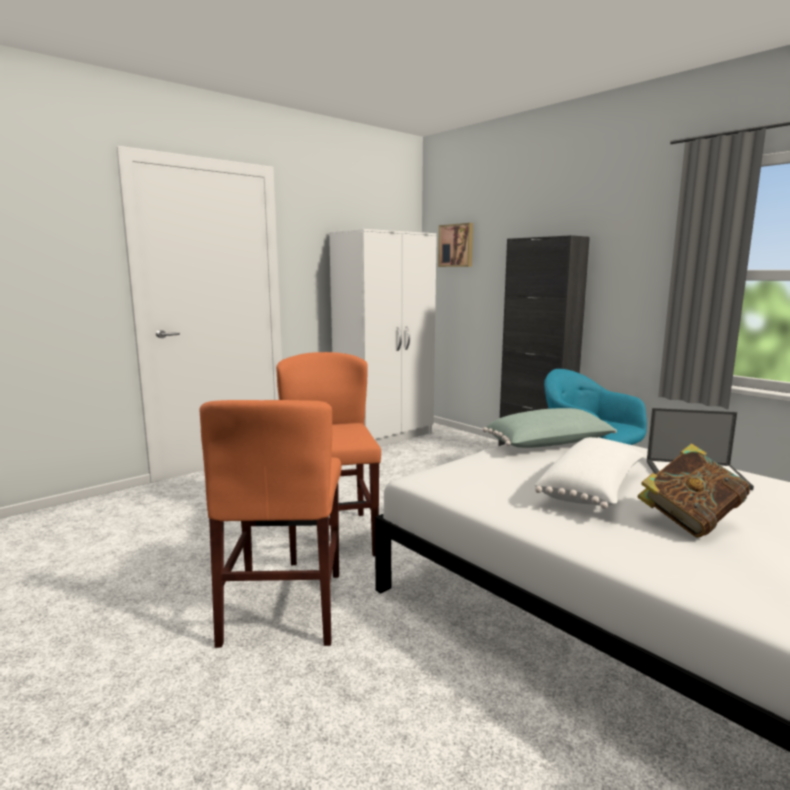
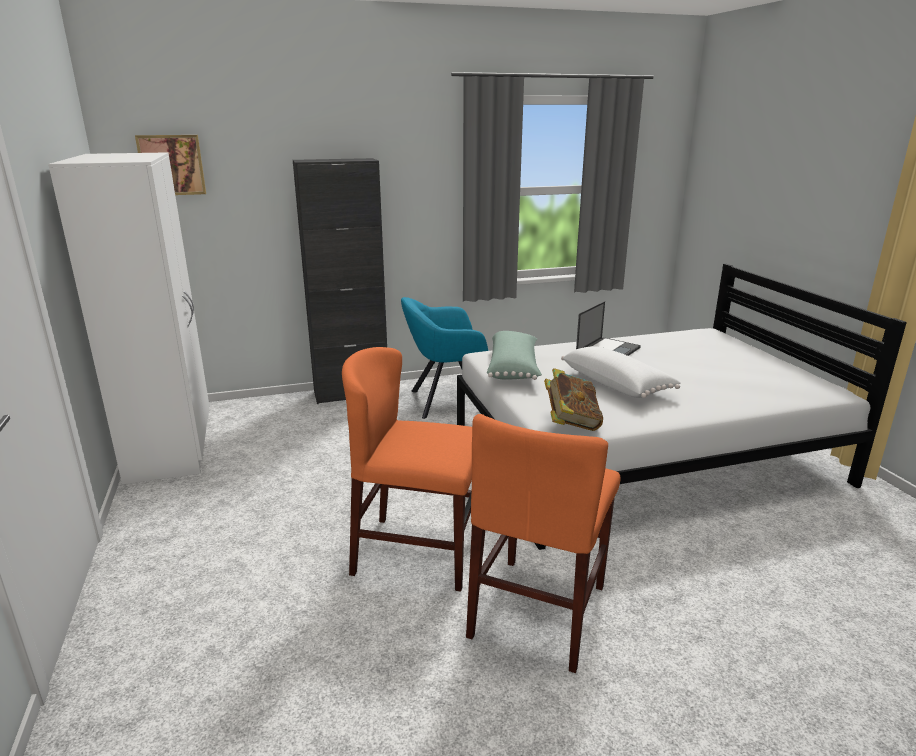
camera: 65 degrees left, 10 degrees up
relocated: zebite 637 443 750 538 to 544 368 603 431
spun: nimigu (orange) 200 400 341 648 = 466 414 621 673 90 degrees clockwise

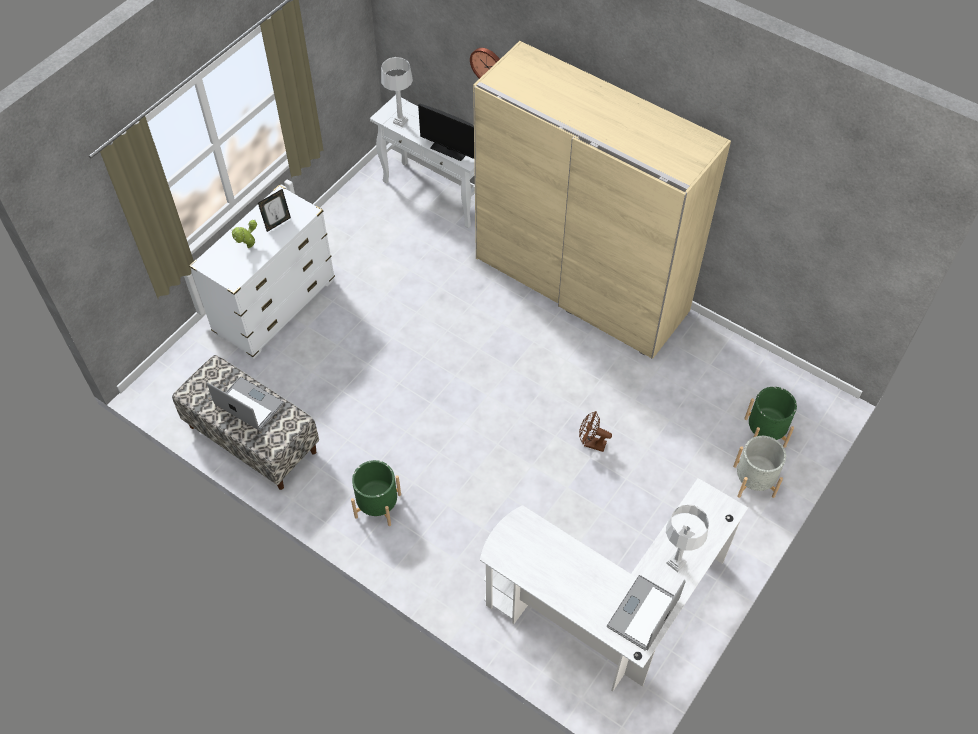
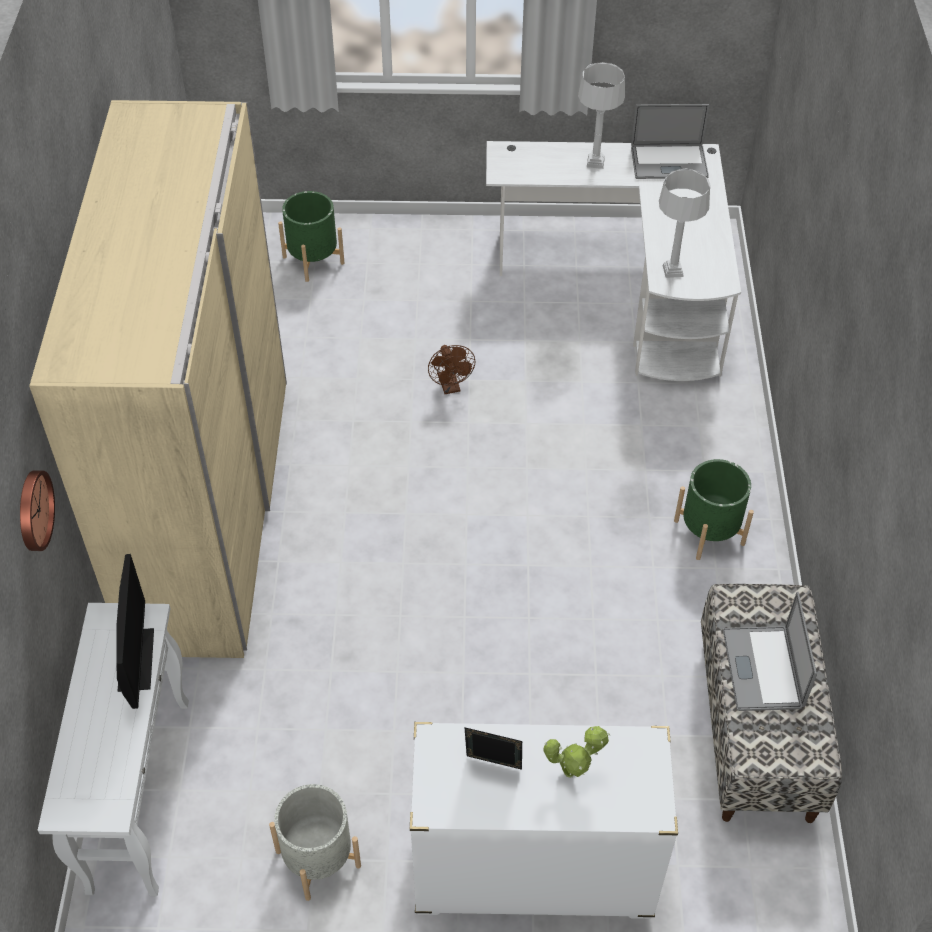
camera: 125 degrees left, 5 degrees down
relocated: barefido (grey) 381 57 413 127 to 659 169 710 278; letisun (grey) 733 436 786 498 to 269 784 361 901

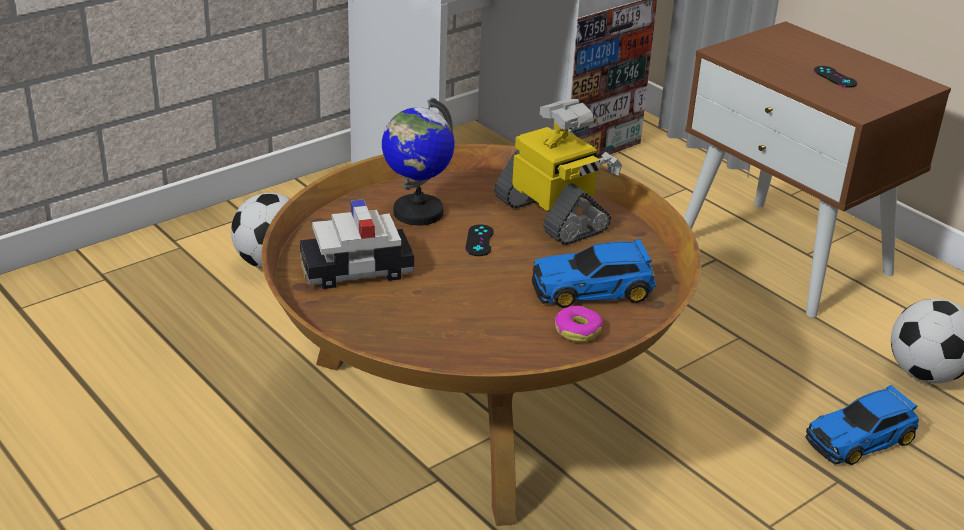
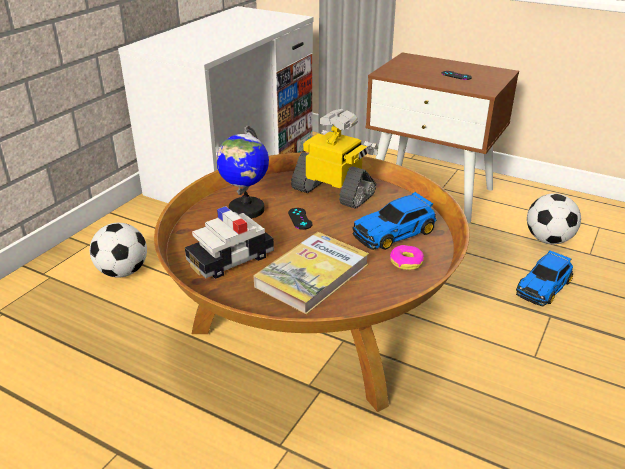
camera: 20 degrees left, 0 degrees up
appeared: zebite 254 232 369 314

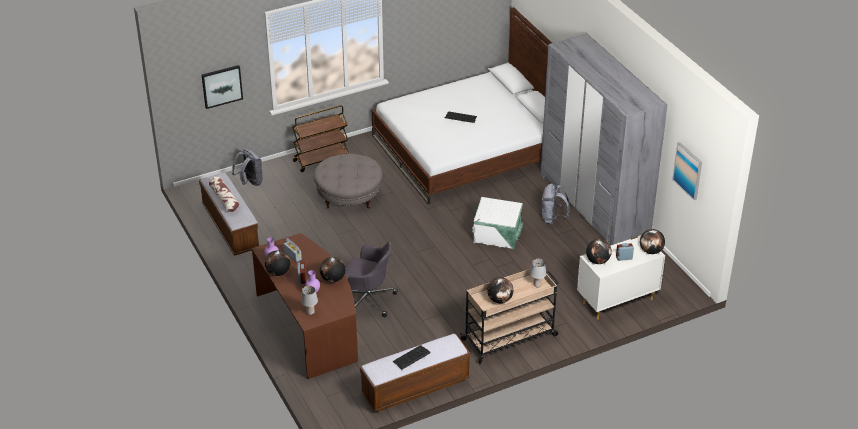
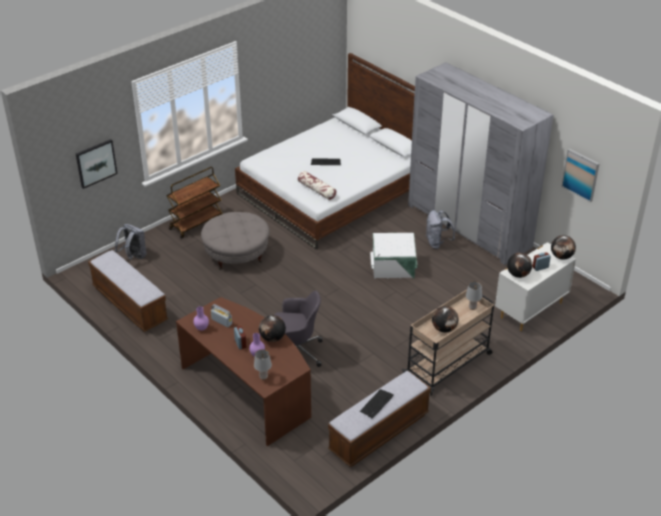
camera: 15 degrees left, 0 degrees up
missing: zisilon 265 250 290 276
relocated: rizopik 209 176 239 212 to 298 171 337 200

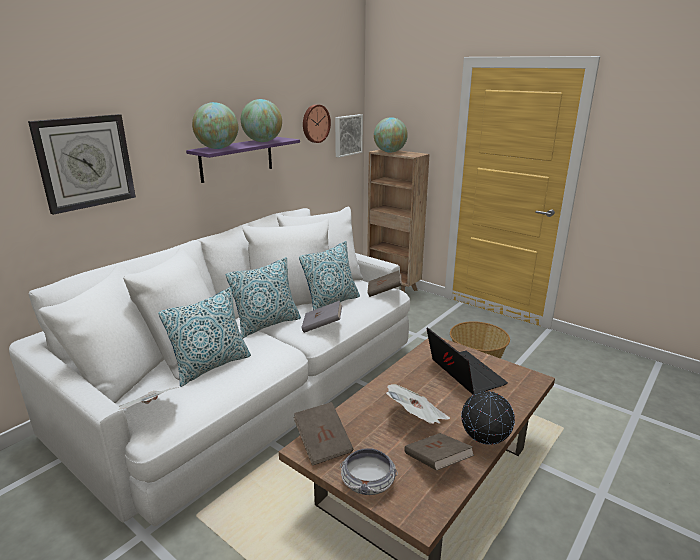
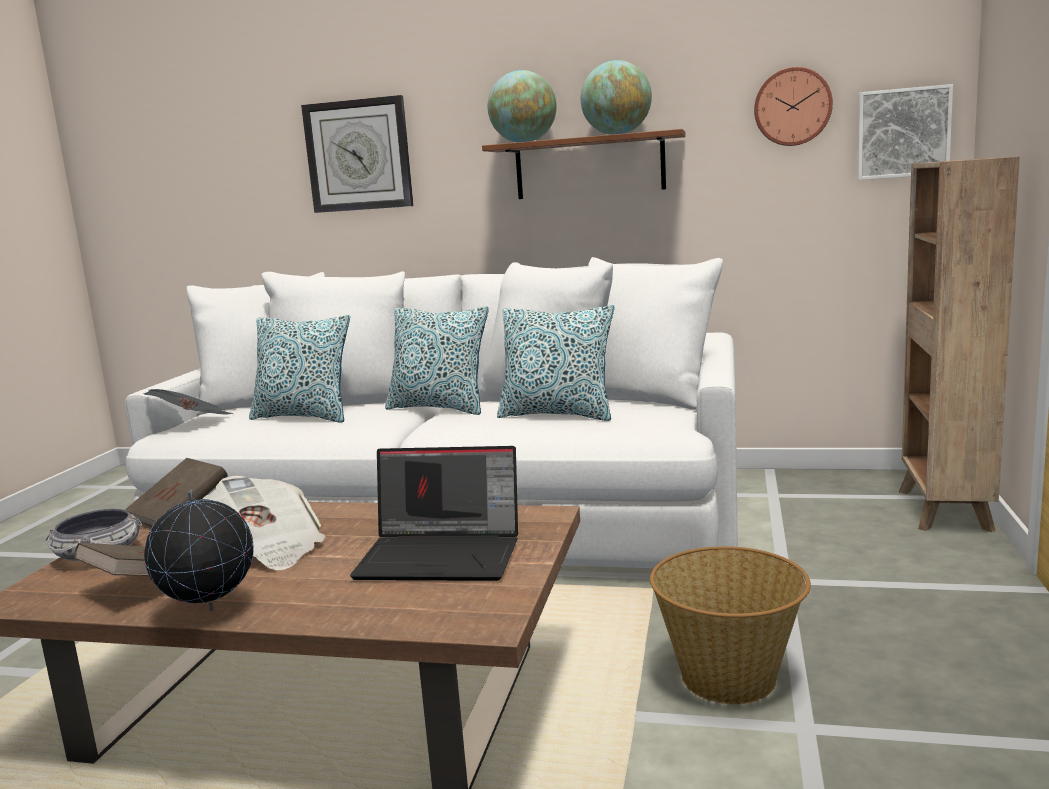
camera: 65 degrees right, 10 degrees down
missing: zisilon 374 117 408 153; zebite (brown) 367 270 402 297; zebite (grey) 301 301 342 333
colour: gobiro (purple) 186 137 300 183 to gobiro (brown) 482 129 685 199
spun: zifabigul 426 327 508 395 = 350 446 518 581 60 degrees clockwise

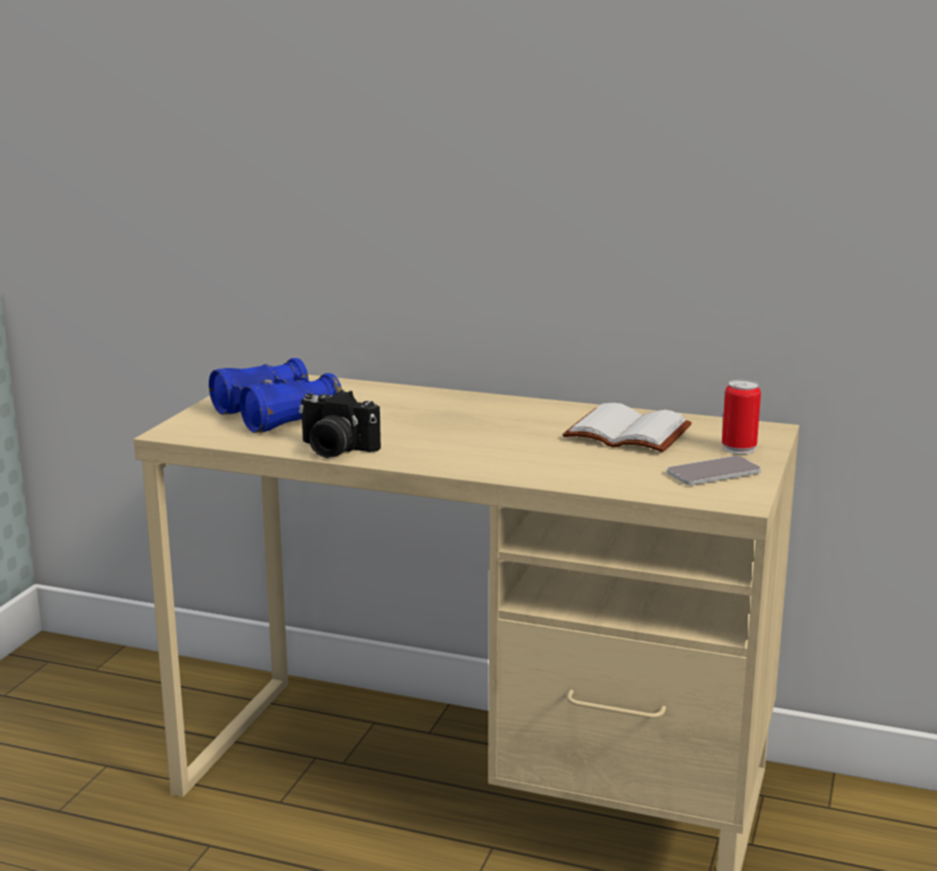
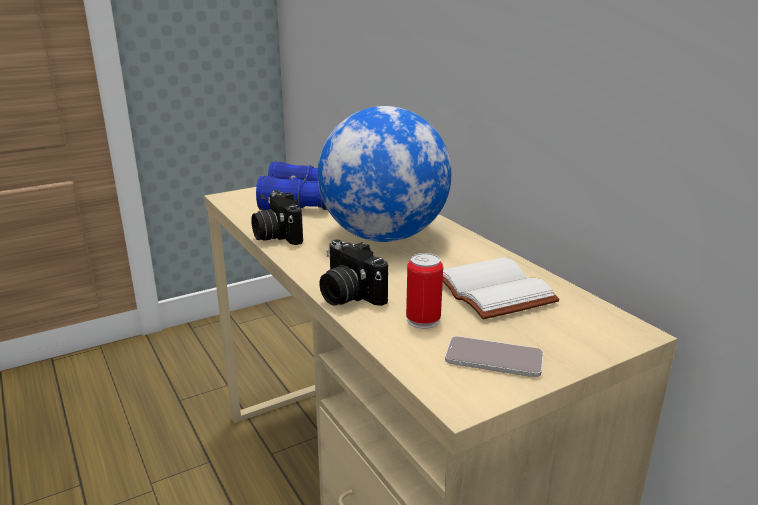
camera: 40 degrees right, 5 degrees up
appeared: zisilon 317 106 452 242; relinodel 319 239 388 306
relocated: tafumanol 722 380 761 454 to 406 253 443 329

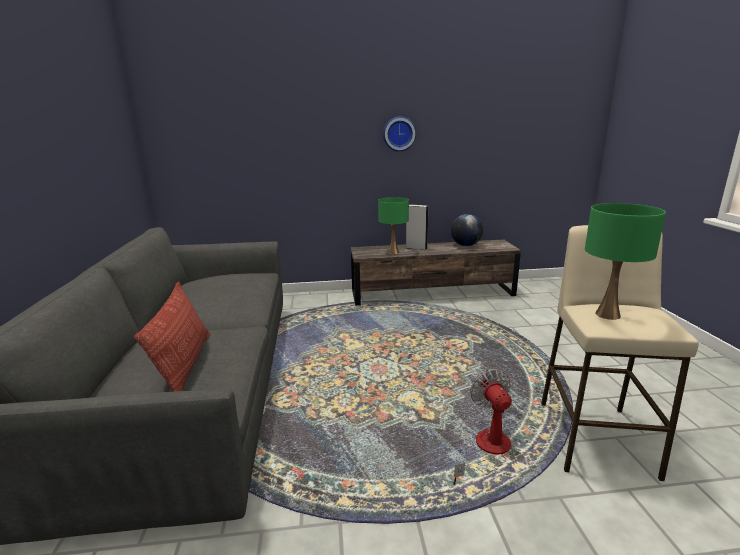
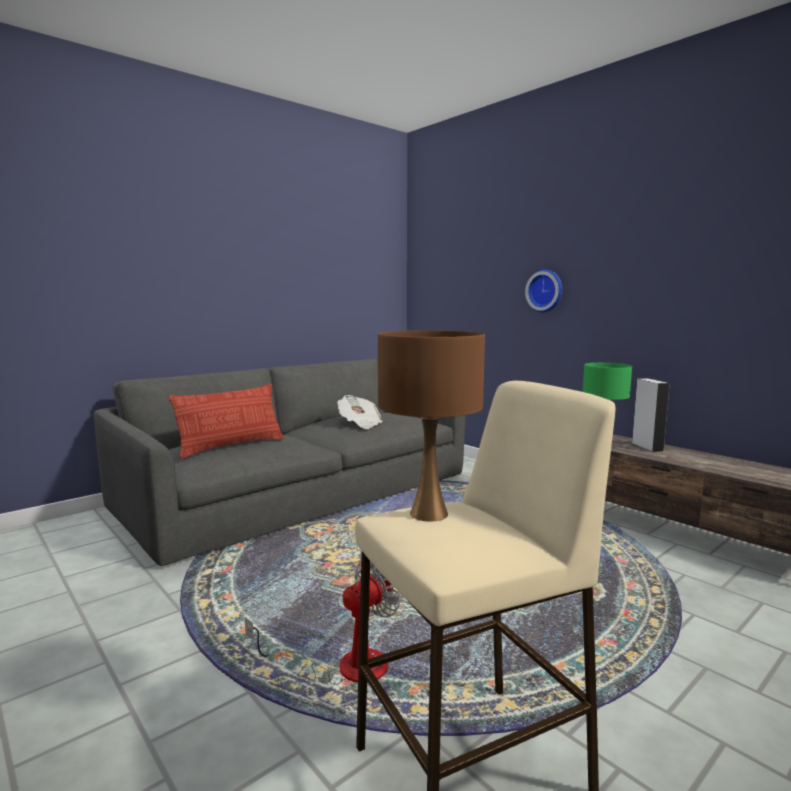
camera: 55 degrees right, 10 degrees down
missing: zisilon 451 214 483 246
appeared: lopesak 337 395 383 429
relocated: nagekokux 383 116 416 152 to 525 269 562 313
colour: barefido (green) 585 203 666 320 to barefido (brown) 378 330 485 522

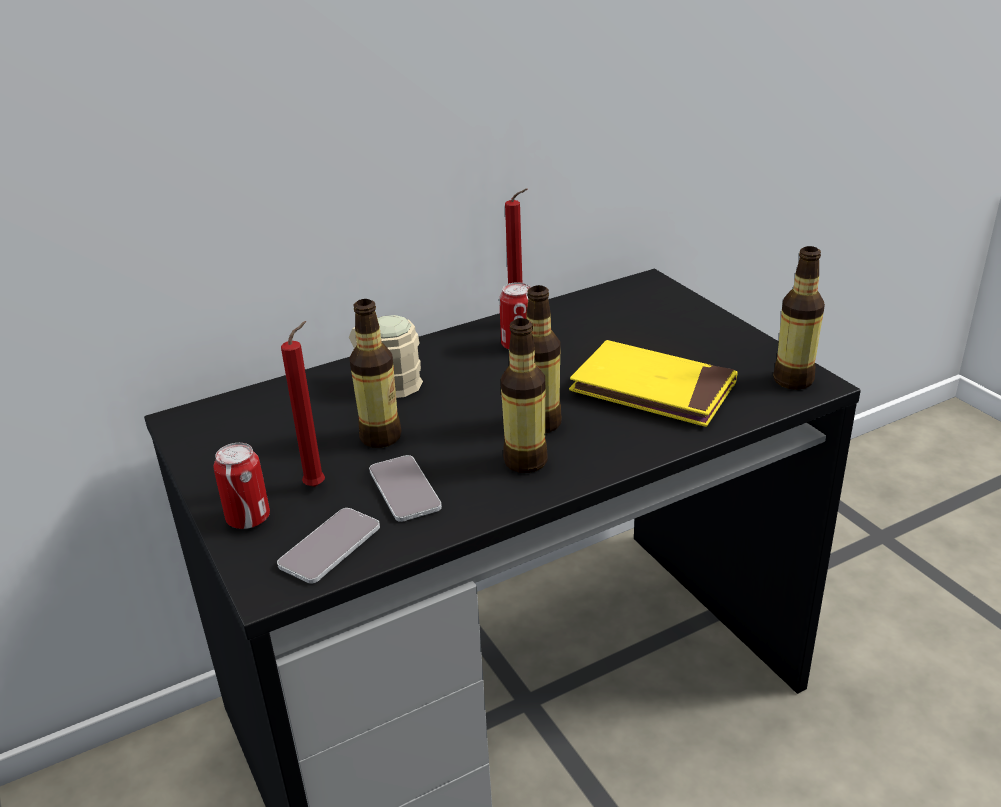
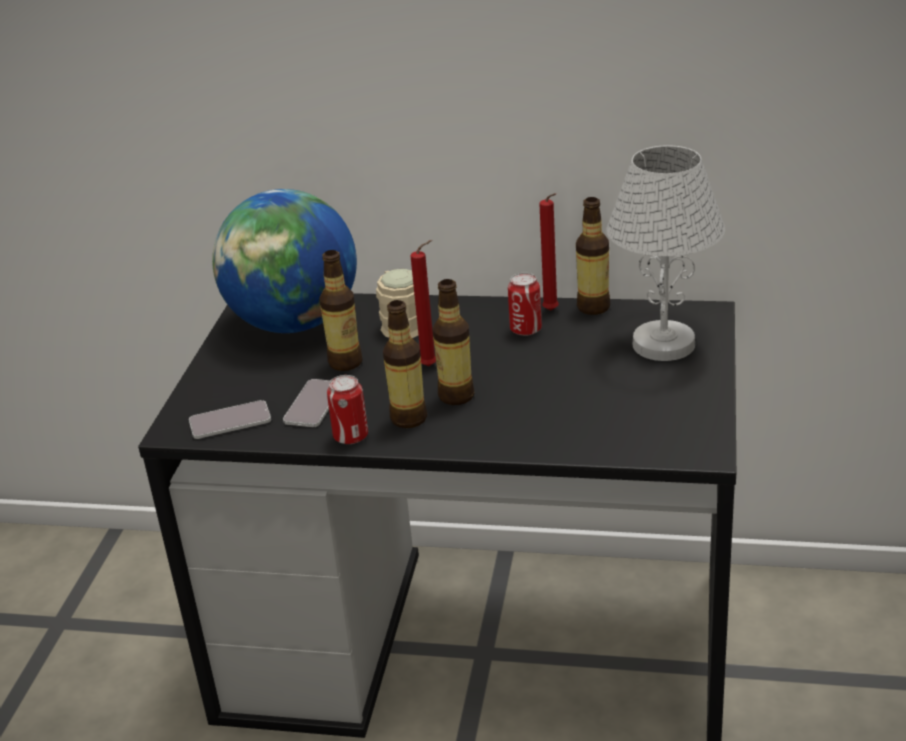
camera: 40 degrees right, 0 degrees up
missing: zebite (yellow) 569 340 738 427
appeared: barefido (white) 606 145 725 361; zisilon 212 189 357 333
relocated: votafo 773 246 825 390 to 576 197 610 315; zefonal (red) 281 321 325 487 to 410 240 436 366; tafumanol 213 443 270 529 to 327 375 368 444

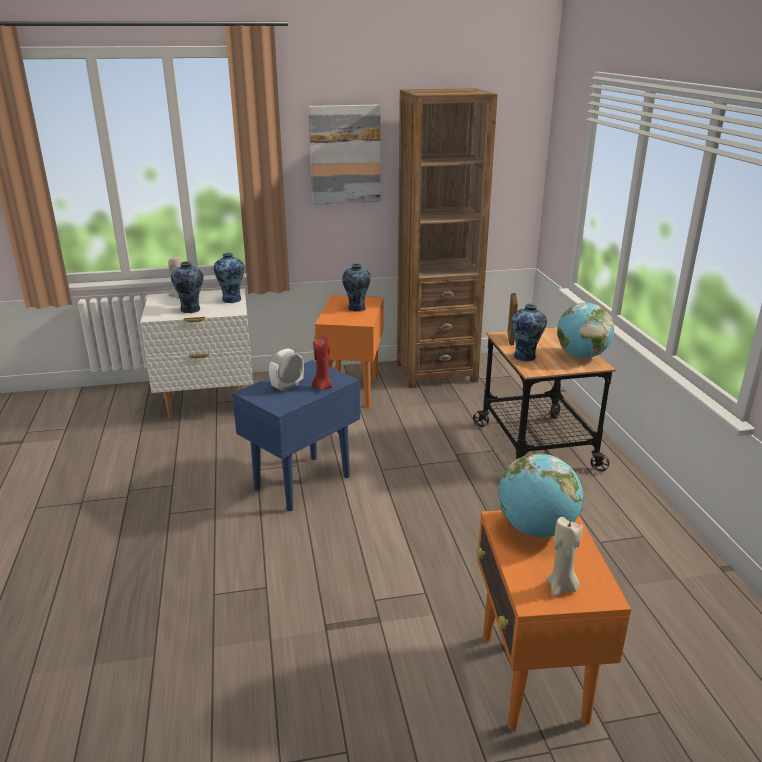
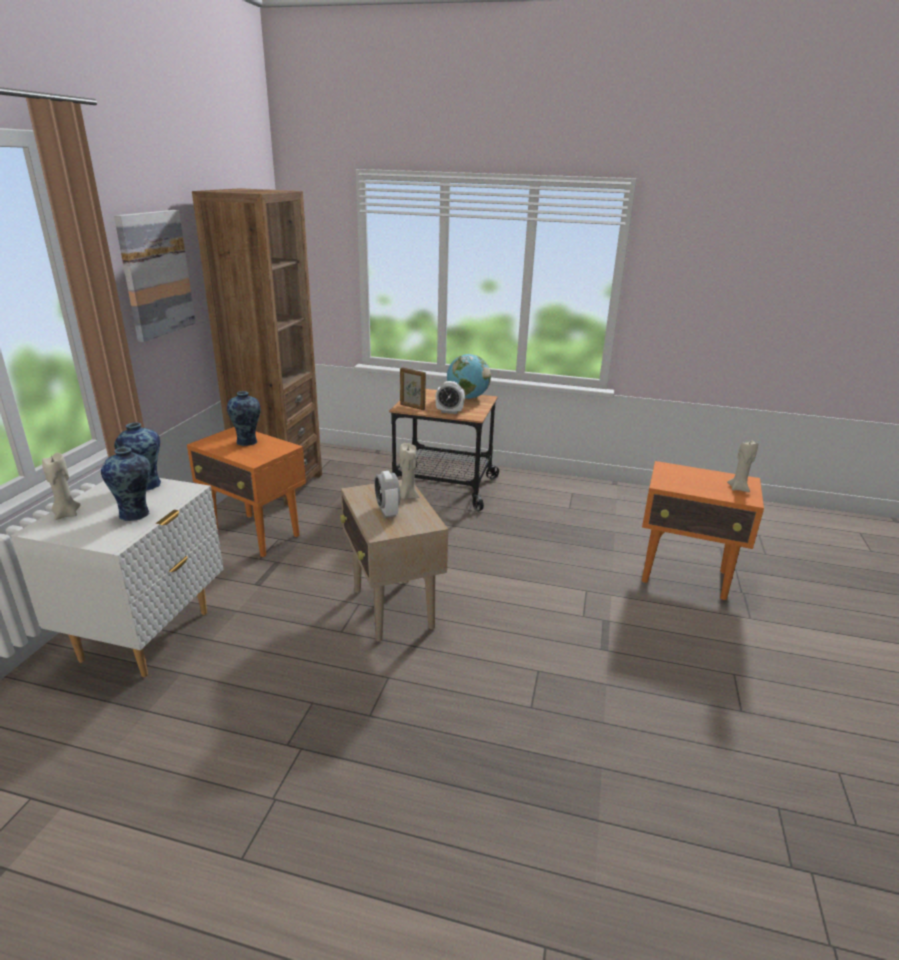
camera: 65 degrees left, 0 degrees up
missing: zisilon 498 453 584 537
exchanged: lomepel 511 304 547 362 to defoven 435 381 465 414
colour: zefonal (red) 312 336 332 391 to zefonal (beige) 399 443 419 499; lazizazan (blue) 232 360 360 511 to lazizazan (beige) 340 479 448 642

